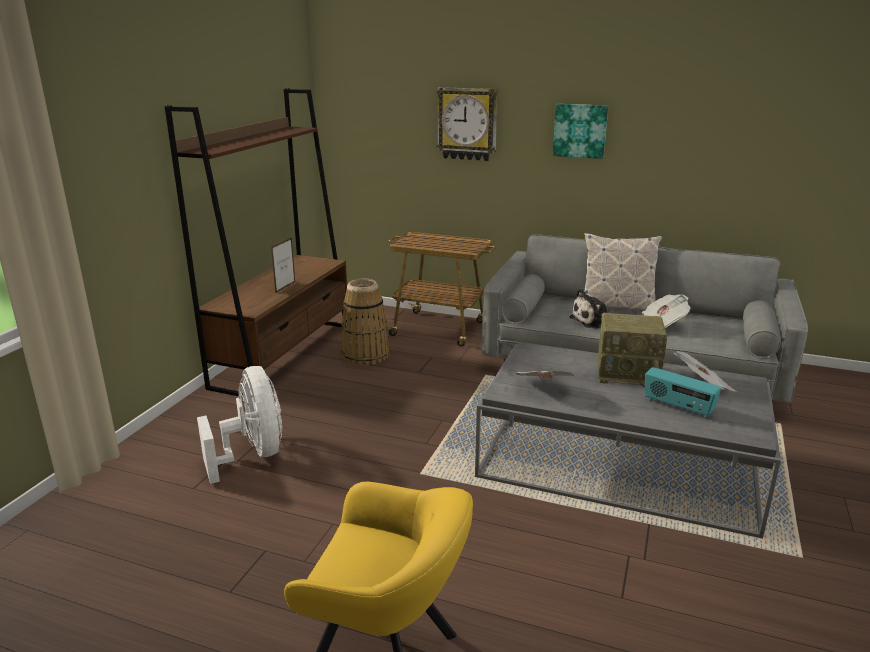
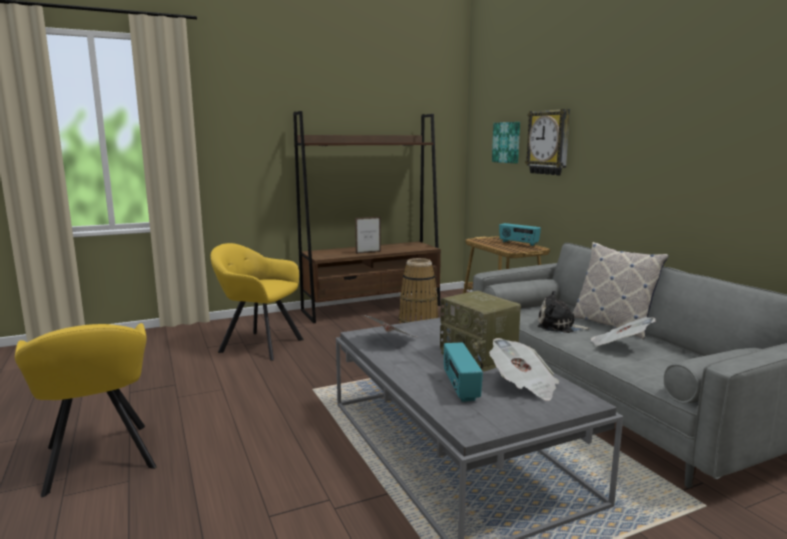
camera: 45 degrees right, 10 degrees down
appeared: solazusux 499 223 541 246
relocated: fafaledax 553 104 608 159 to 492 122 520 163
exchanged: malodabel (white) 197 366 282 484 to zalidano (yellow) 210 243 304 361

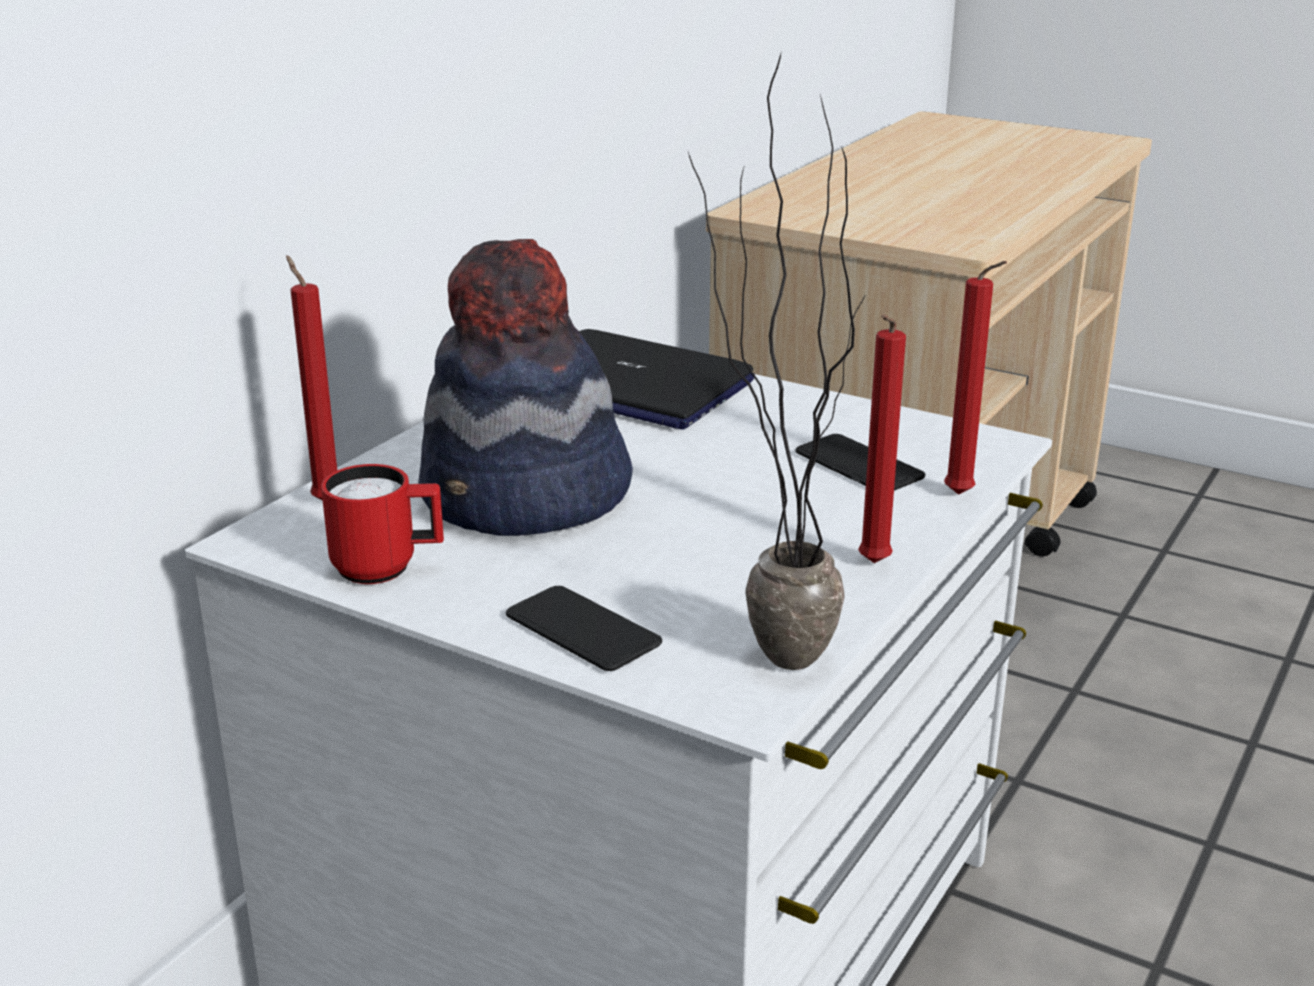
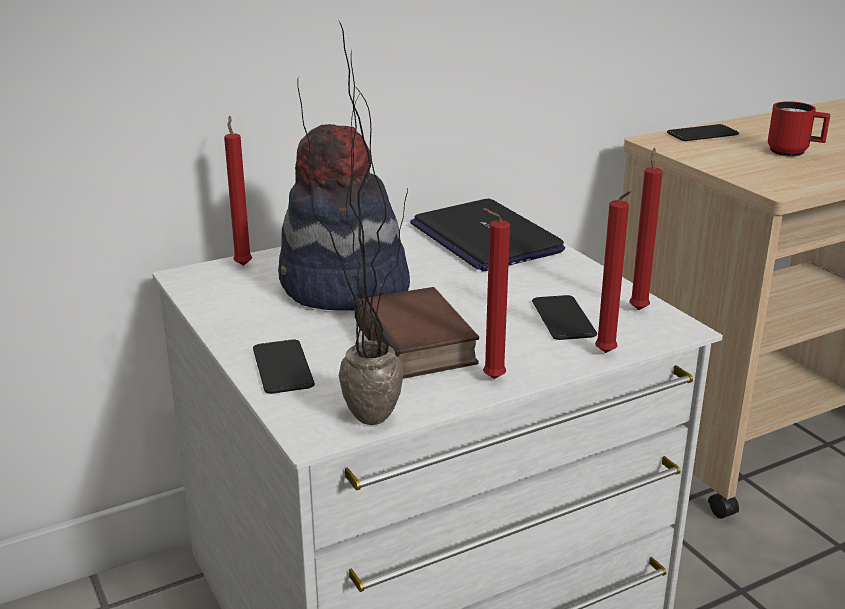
camera: 30 degrees right, 0 degrees up
appeared: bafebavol 667 124 739 141; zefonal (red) 629 148 663 310; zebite 355 287 479 379
relocated: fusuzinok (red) 321 464 444 584 to 768 101 830 157

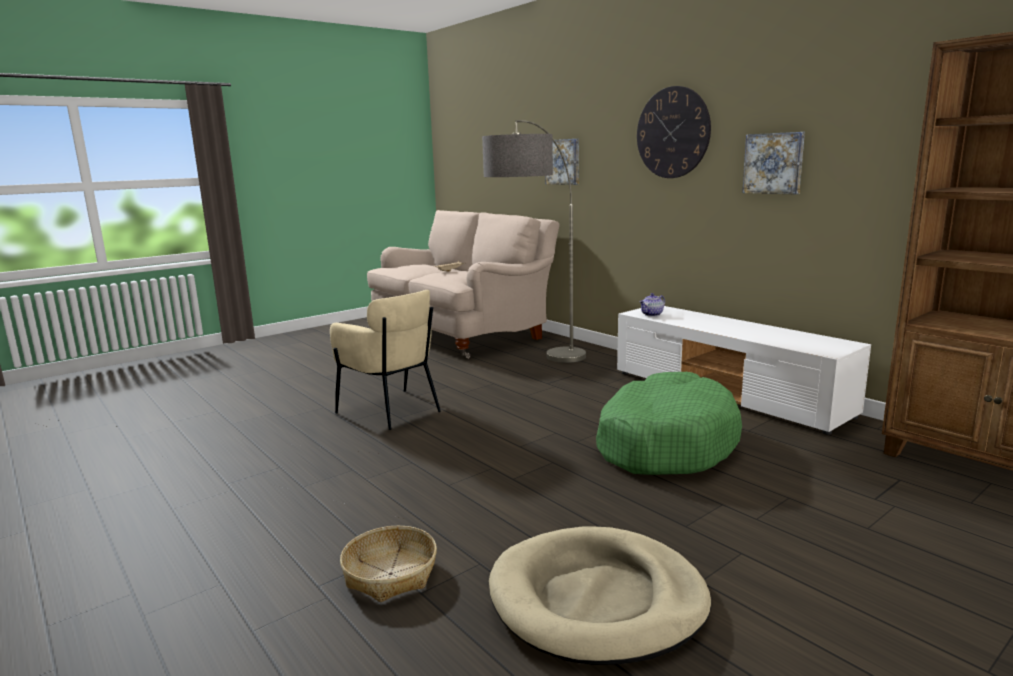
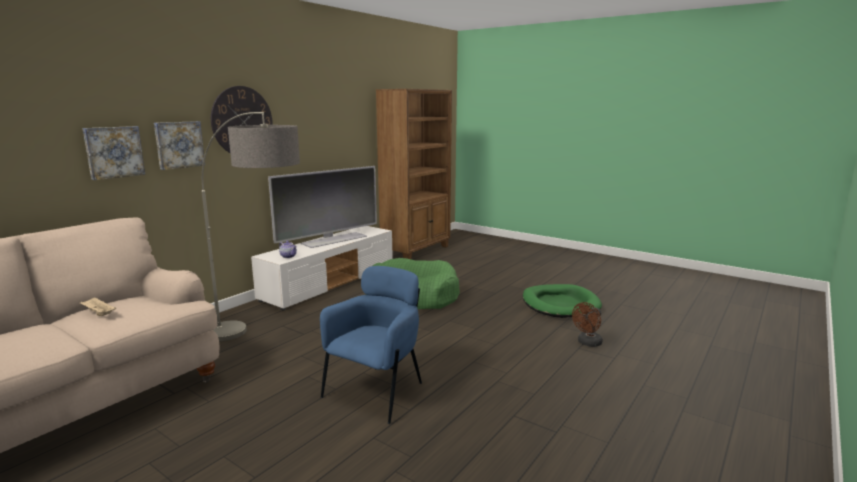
camera: 105 degrees left, 0 degrees up
appeared: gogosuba 268 166 377 248
relocated: fafaledax 742 132 805 194 to 154 121 205 170
exchanged: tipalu 340 526 437 602 to malodabel (brown) 572 302 603 347
colour: zalidano (beige) 330 290 441 430 to zalidano (blue) 320 266 422 424; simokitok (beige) 489 526 711 665 to simokitok (green) 523 284 602 318

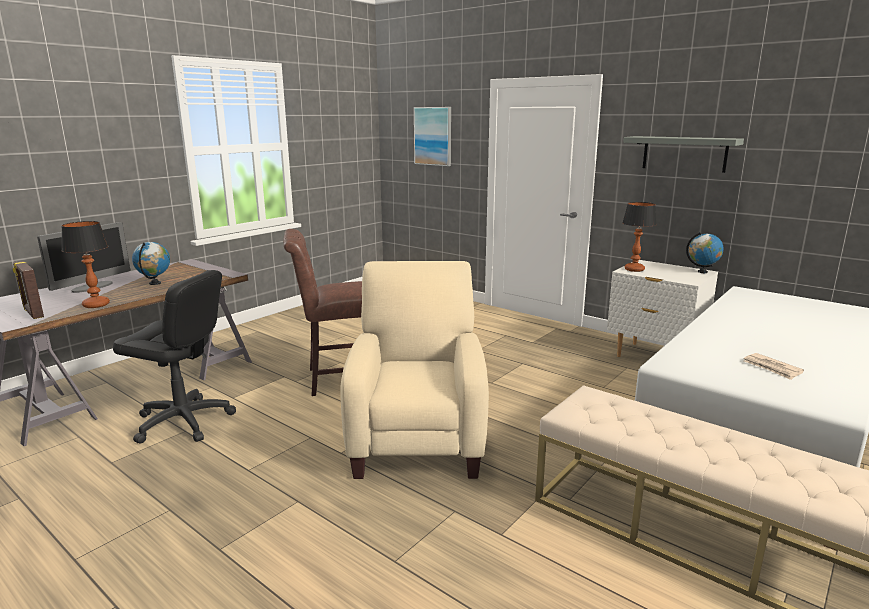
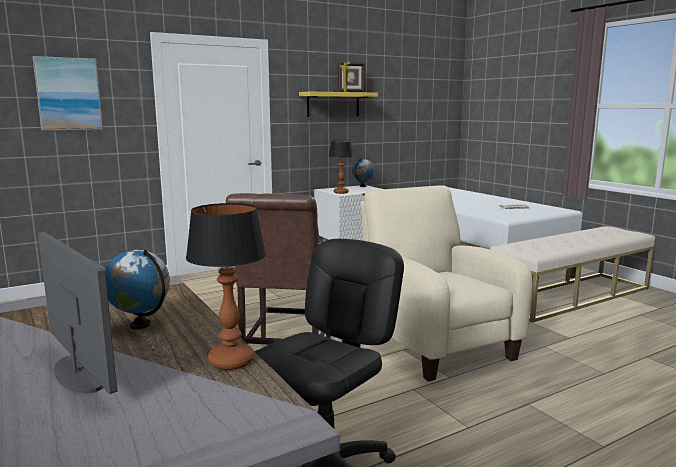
camera: 70 degrees left, 5 degrees down
relocated: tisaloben 13 261 44 319 to 338 61 365 92
colour: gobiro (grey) 623 136 744 173 to gobiro (yellow) 299 92 378 117
spun: zalidano (beige) 340 261 489 479 = 361 185 532 381 45 degrees clockwise

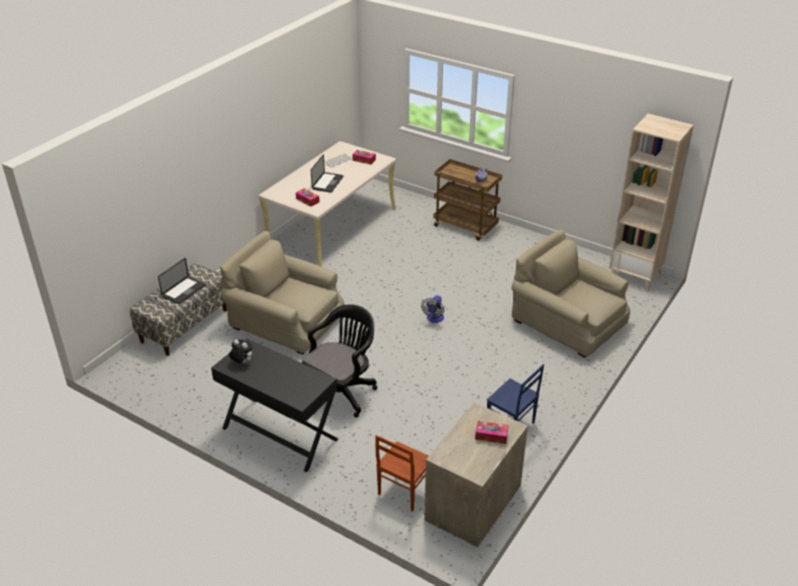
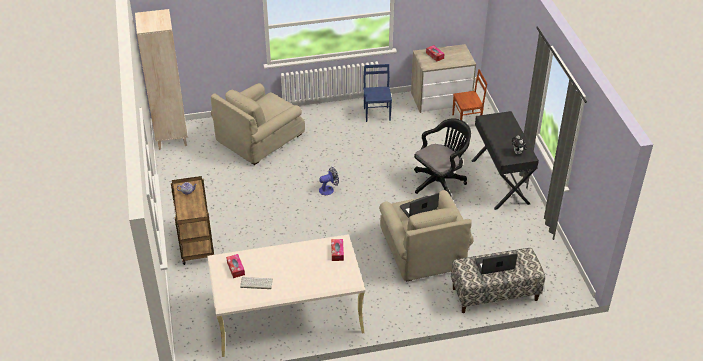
camera: 135 degrees left, 5 degrees up
relocated: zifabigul 311 154 343 193 to 400 193 439 218
spun: zalidano (beige) 511 230 630 358 = 211 83 305 165 45 degrees clockwise; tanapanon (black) 302 304 377 418 = 414 118 471 196 150 degrees clockwise

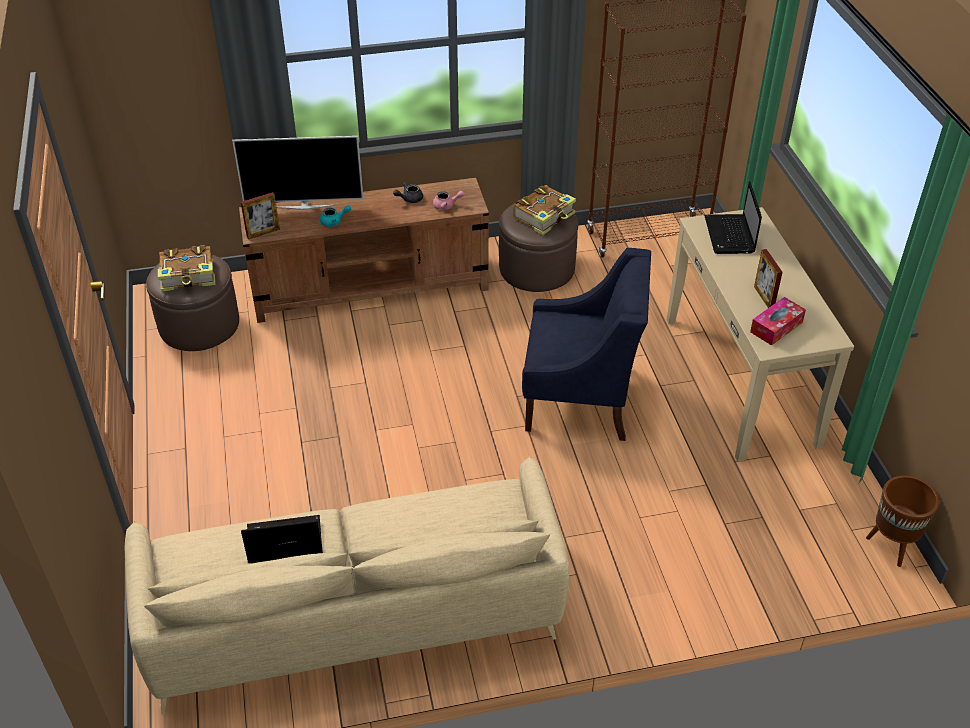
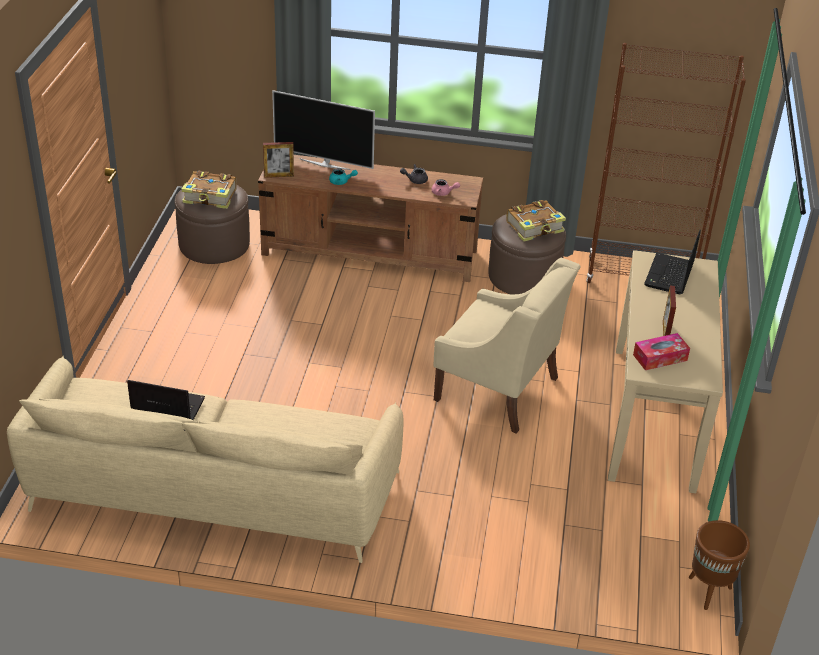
camera: 20 degrees right, 5 degrees down
colour: zalidano (blue) 522 248 651 441 to zalidano (beige) 434 258 581 434

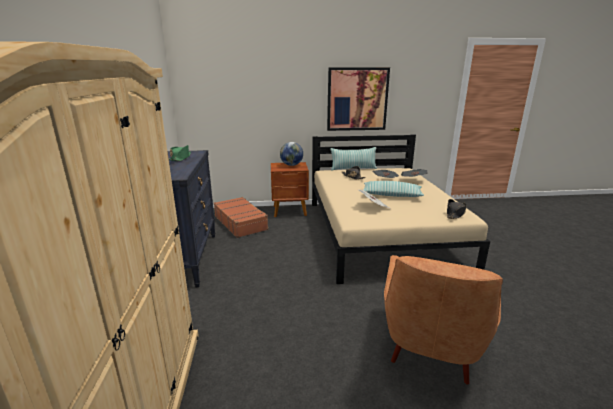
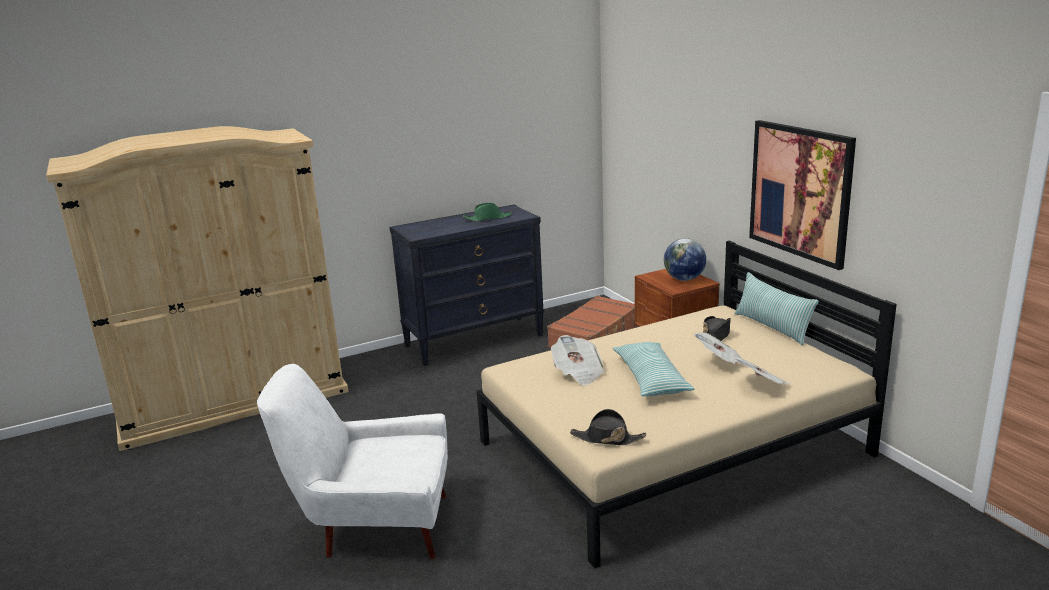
camera: 70 degrees right, 0 degrees up
colour: zalidano (brown) 384 255 503 384 to zalidano (white) 257 364 448 559

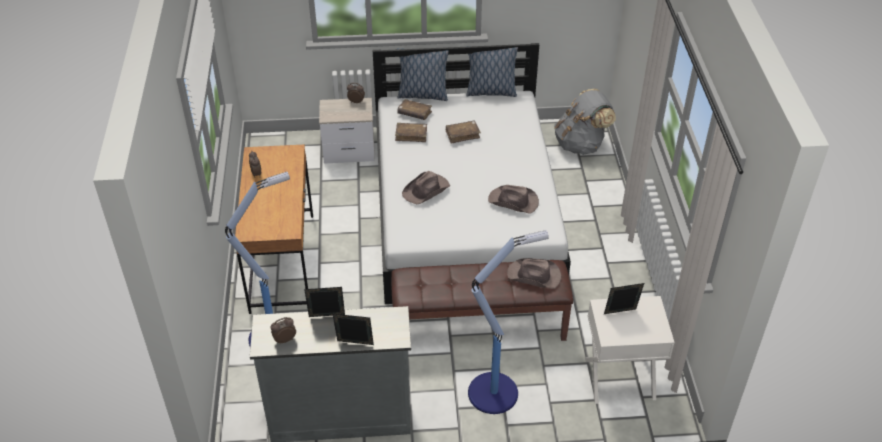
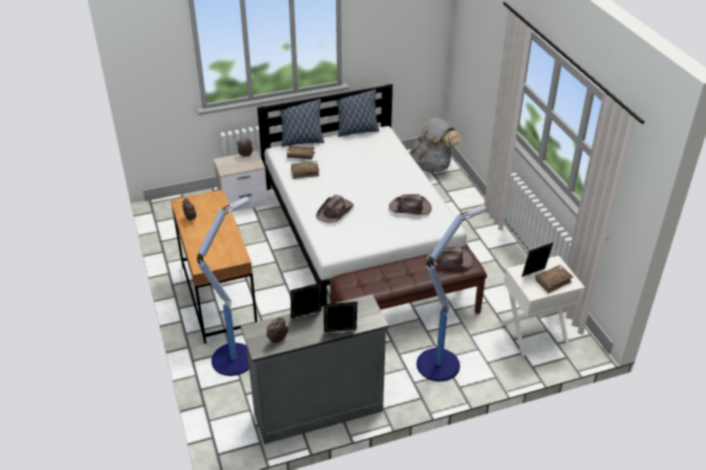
camera: 15 degrees left, 5 degrees down
relocated: zebite (brown) 446 121 481 144 to 535 265 573 293

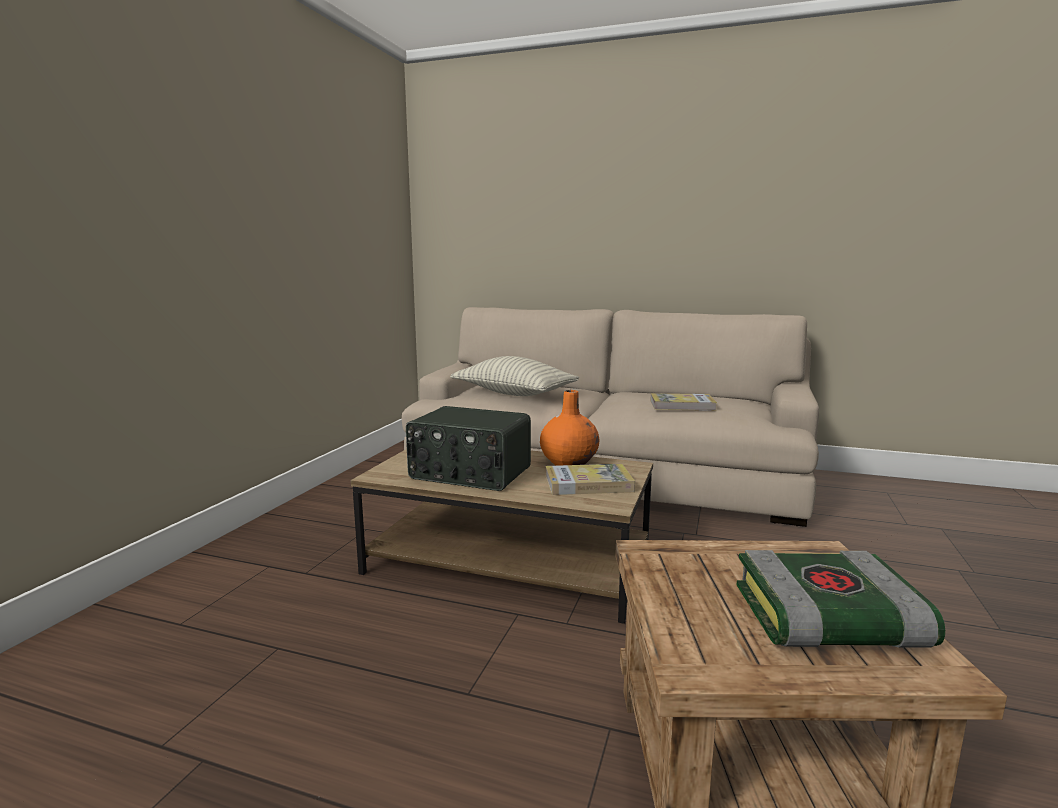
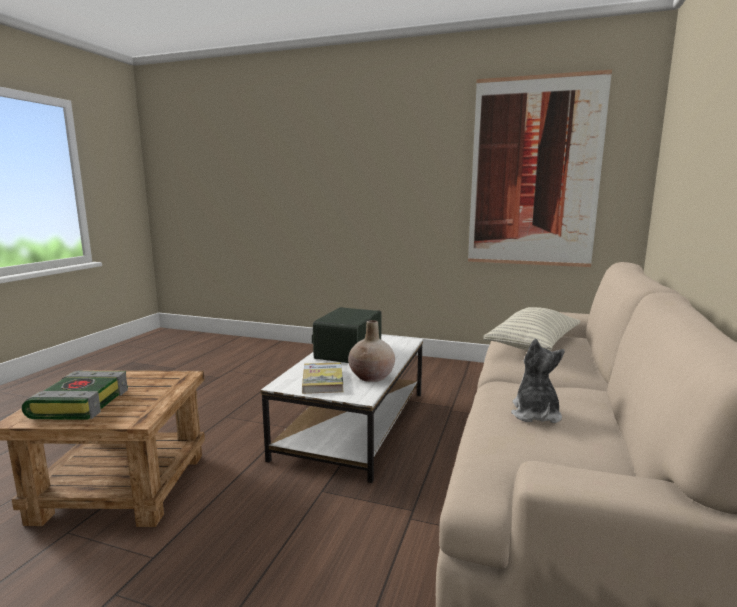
camera: 90 degrees right, 0 degrees up
appeared: fafaledax 468 70 612 267
exchanged: zebite 650 393 717 411 to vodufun 511 339 565 423
colour: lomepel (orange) 540 390 600 466 to lomepel (beige) 348 320 395 382; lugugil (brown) 351 449 653 624 to lugugil (white) 261 335 423 483

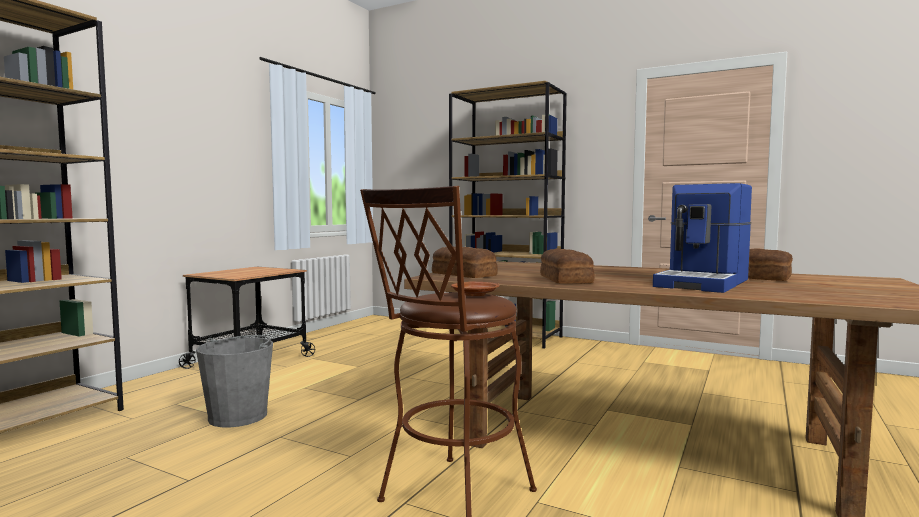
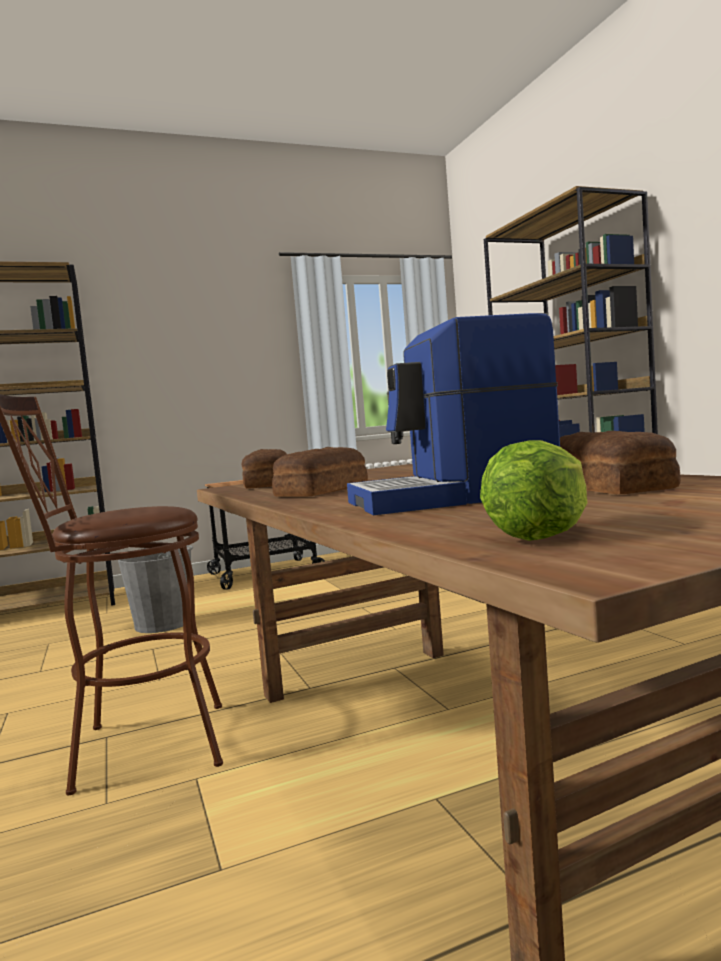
camera: 40 degrees right, 0 degrees up
missing: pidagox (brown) 451 282 500 296
appeared: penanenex 480 440 588 541

